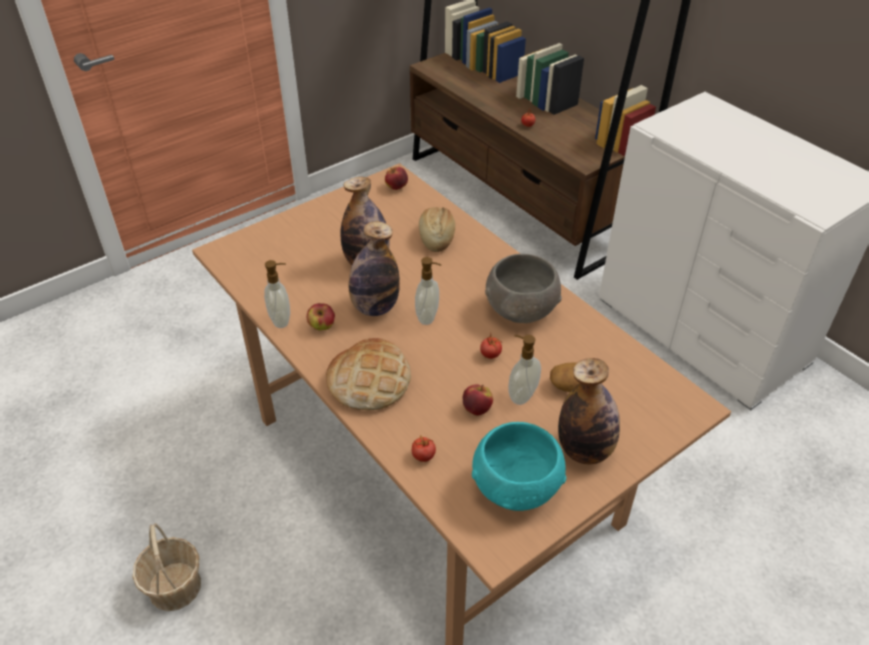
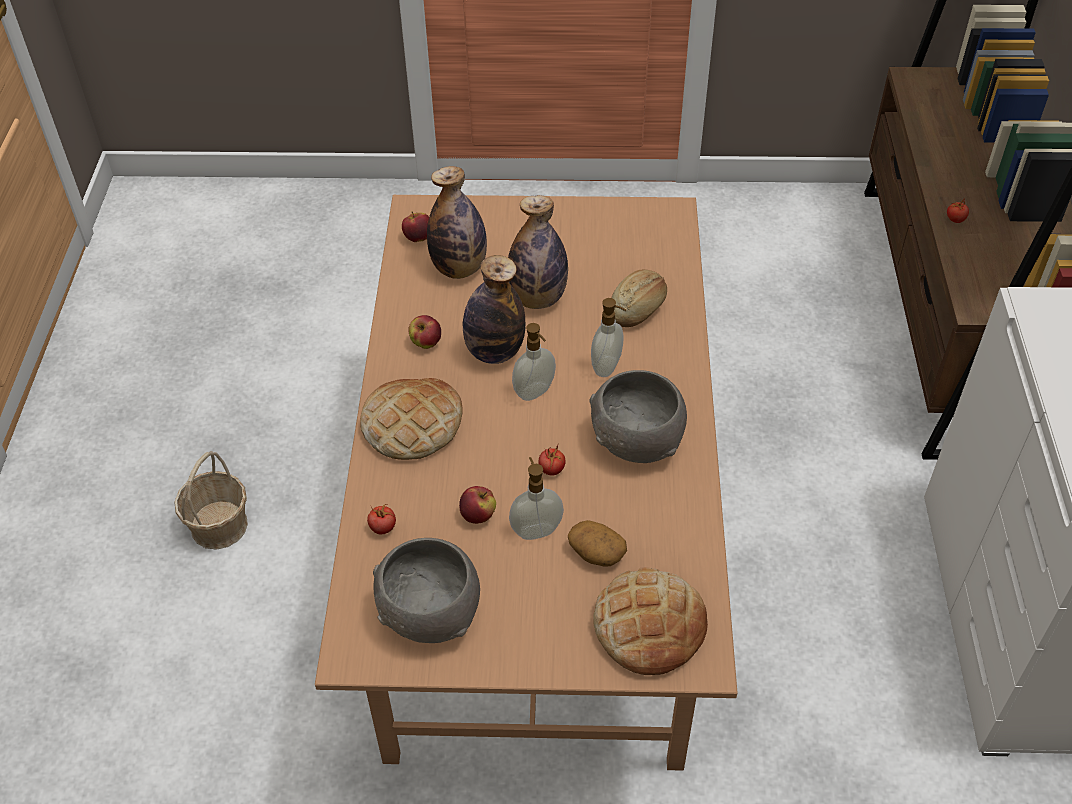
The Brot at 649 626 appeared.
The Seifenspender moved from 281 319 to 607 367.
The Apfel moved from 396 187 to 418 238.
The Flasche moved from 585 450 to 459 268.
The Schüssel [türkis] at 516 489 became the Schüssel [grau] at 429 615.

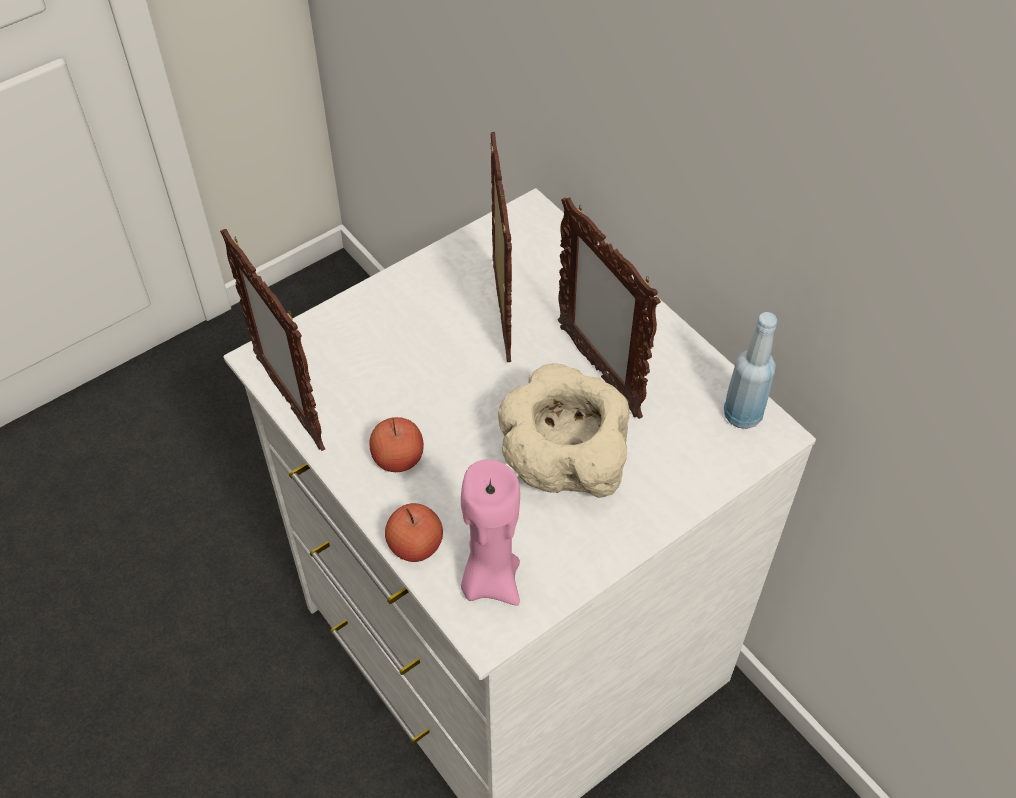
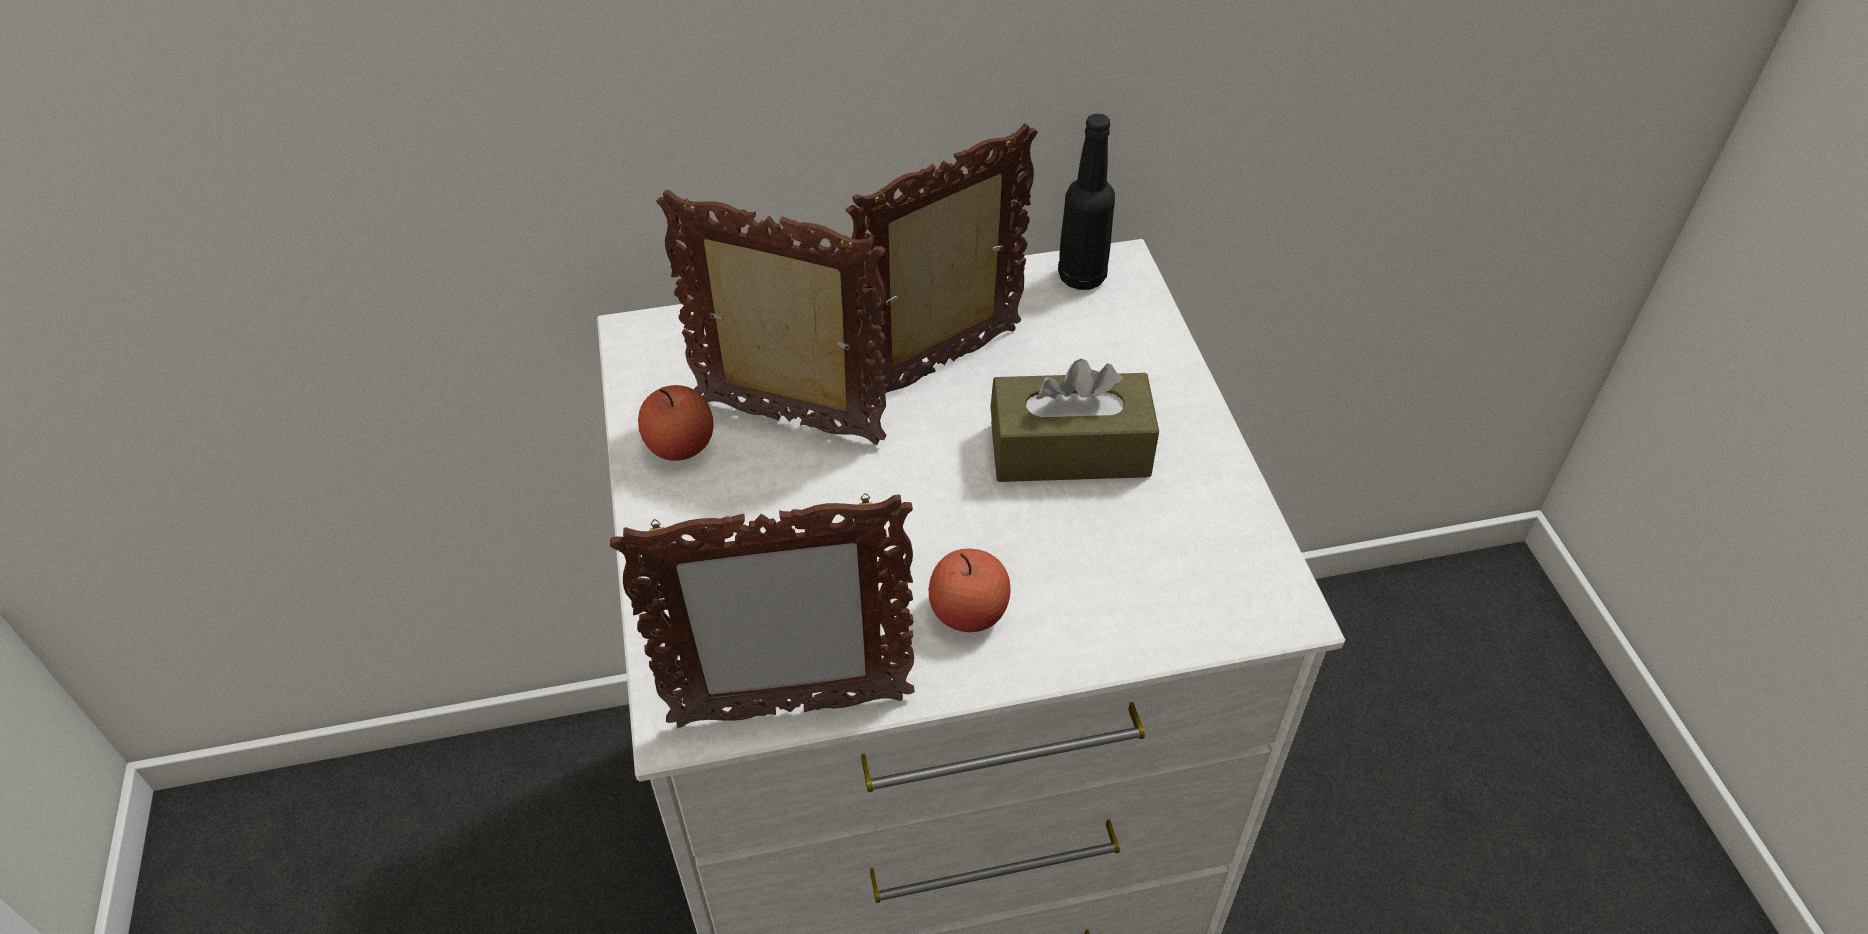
The Kerze [rosa] at 490 579 disappeared.
The Apfel moved from 415 545 to 680 445.
The Schüssel [beige] at 563 465 was replaced by the Taschentuchbox [braun] at 1069 450.
The Flasche [blau] at 742 415 became the Flasche [schwarz] at 1082 277.
The Bilderrahmen at 598 370 turned 150 degrees clockwise.

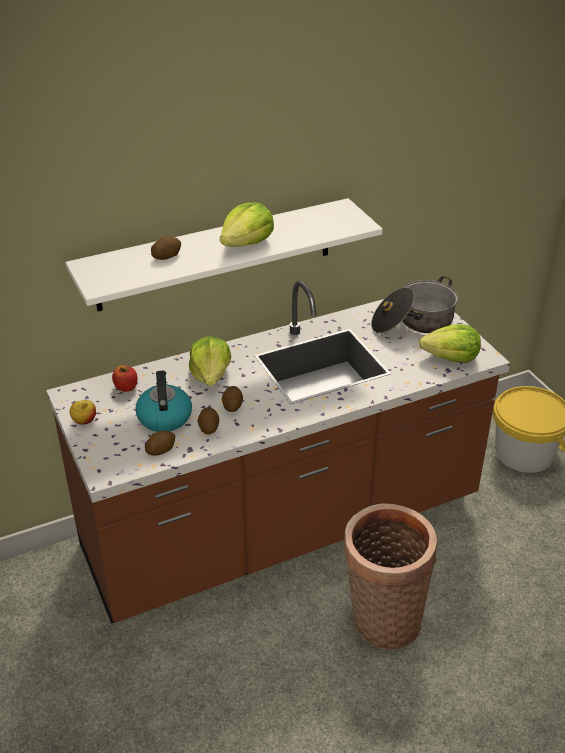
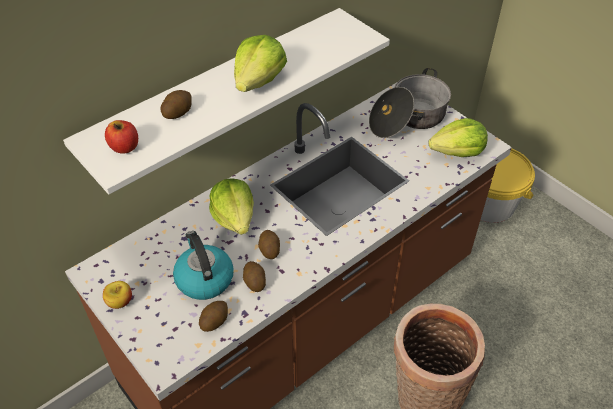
The Apfel moved from 126 387 to 124 147.

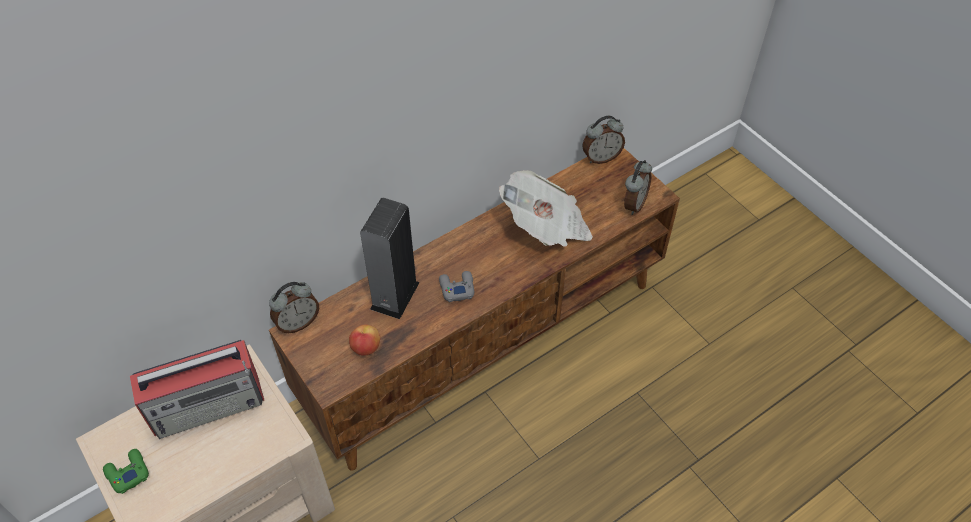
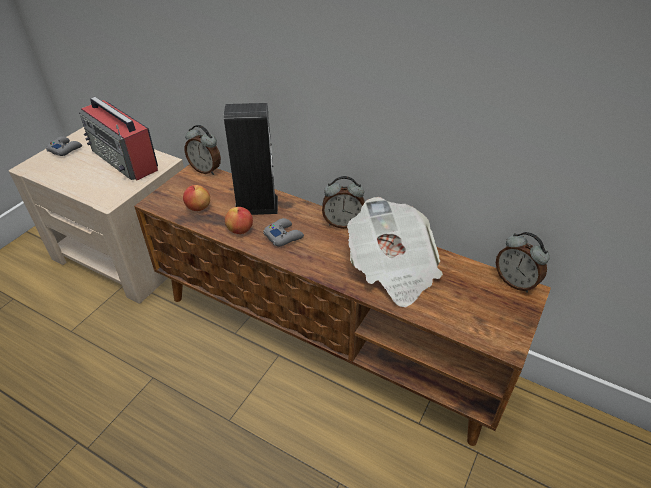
The Apfel at 240 230 appeared.
The Wecker moved from 633 204 to 343 223.
The Gamepad [grün] at 127 473 became the Gamepad [grau] at 65 149.

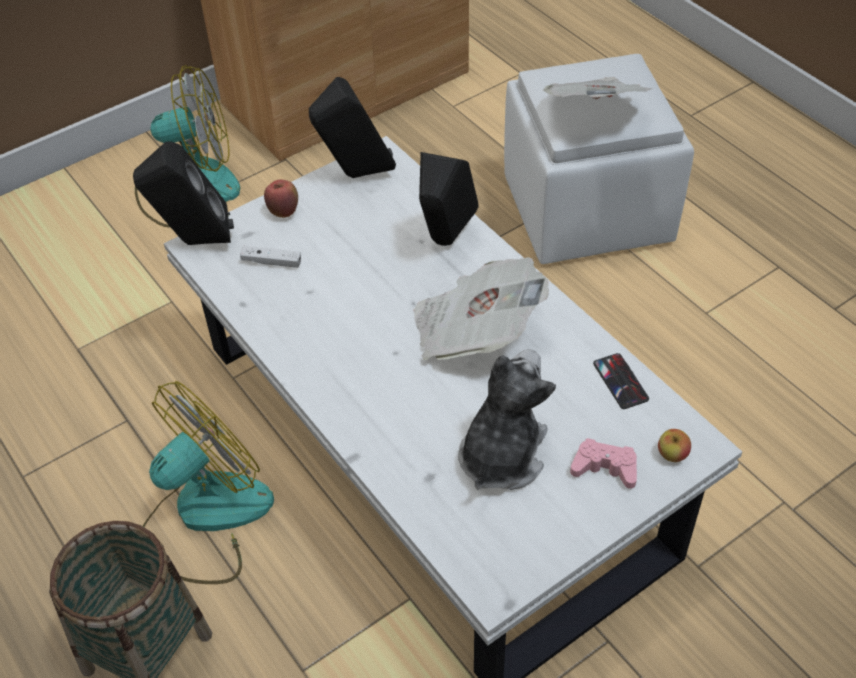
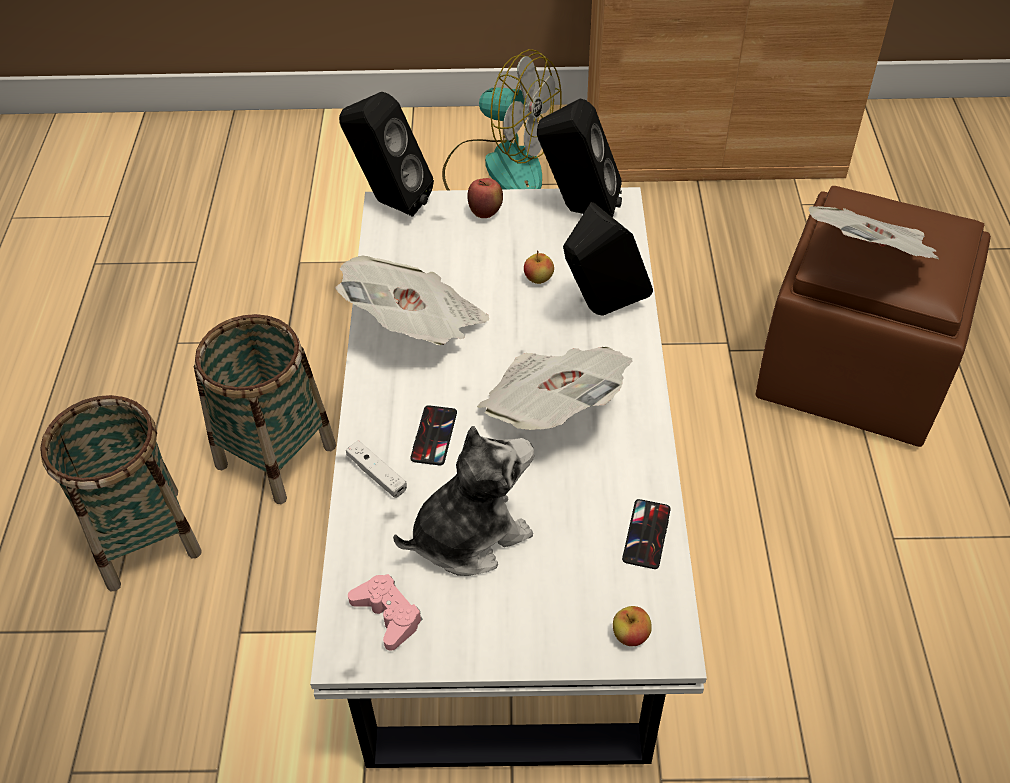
The Zeitung at 417 326 appeared.
The Handy at 434 435 appeared.
The Apfel at 538 279 appeared.
The Gamepad [weiß] moved from 271 262 to 377 474.
The Gamepad [rosa] moved from 605 468 to 388 614.
The Ventilator at 205 517 was replaced by the Korb at 276 455.
The Polsterhocker [weiß] at 588 208 became the Polsterhocker [braun] at 855 368.

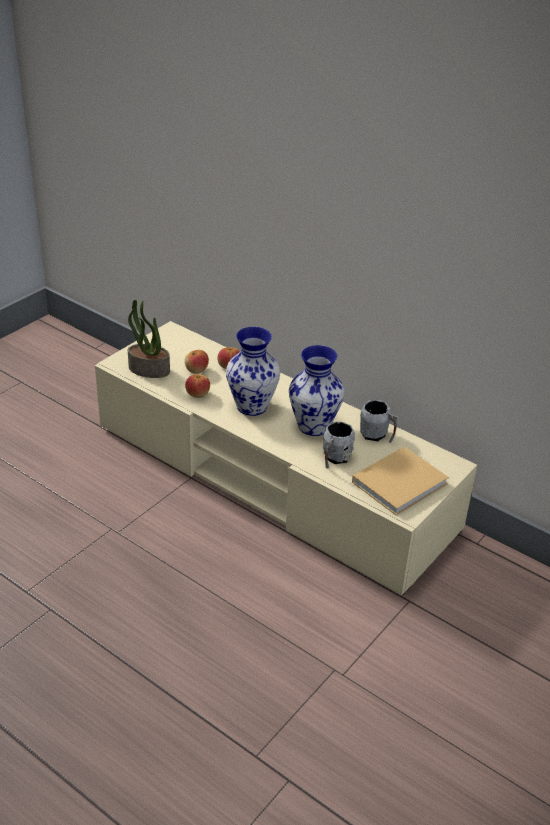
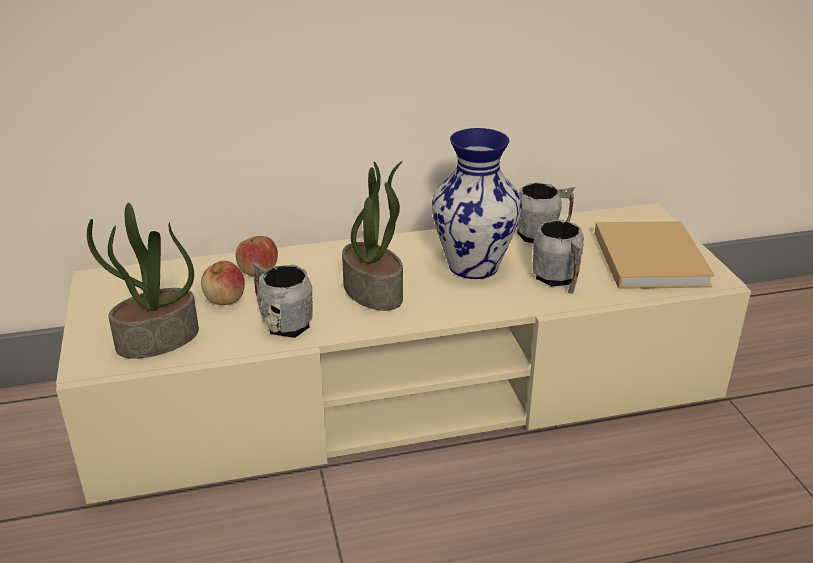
The Apfel at 197 394 was replaced by the Henkelbecher [grau] at 282 322.
The Vase at 252 407 was replaced by the Topfpflanze at 374 292.

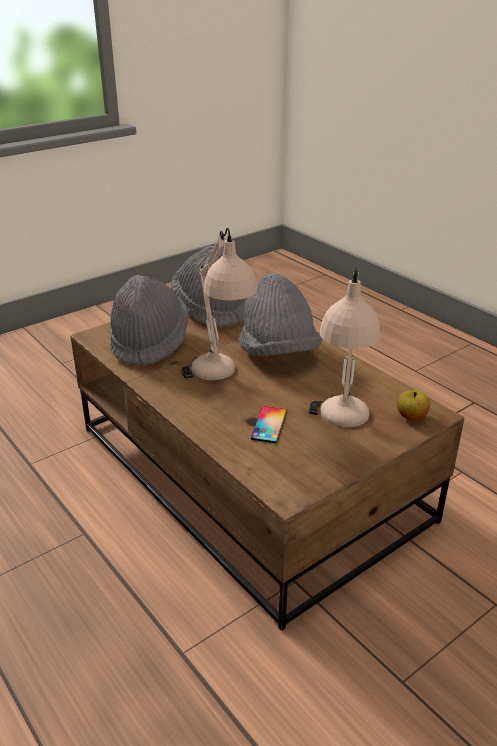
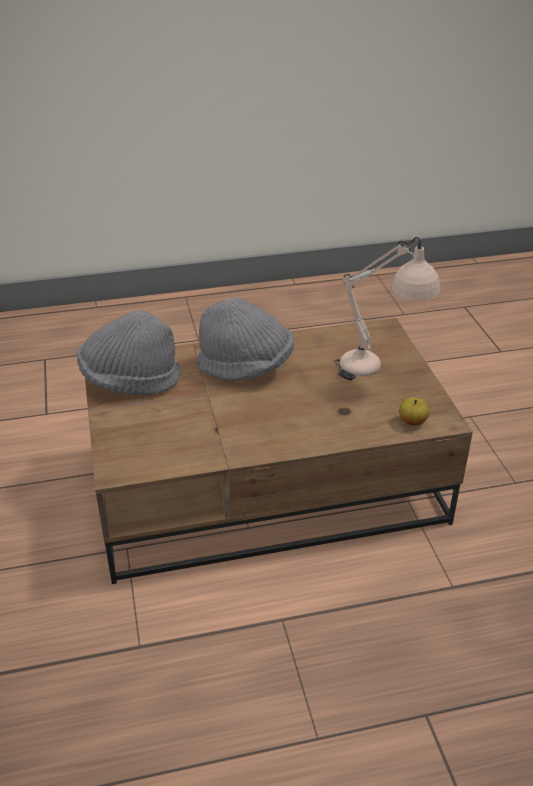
The Hut [grau] at 149 342 disappeared.
The Tischlampe [beige] at 220 381 disappeared.
The Handy at 269 425 disappeared.
The Apfel moved from 411 417 to 412 421.

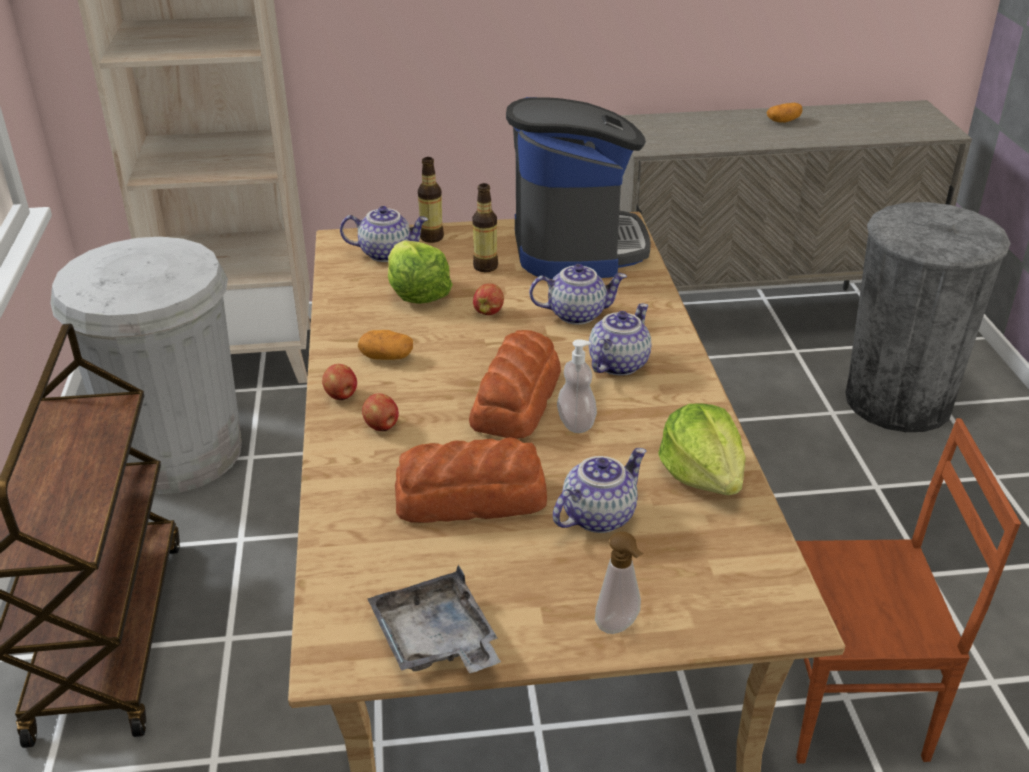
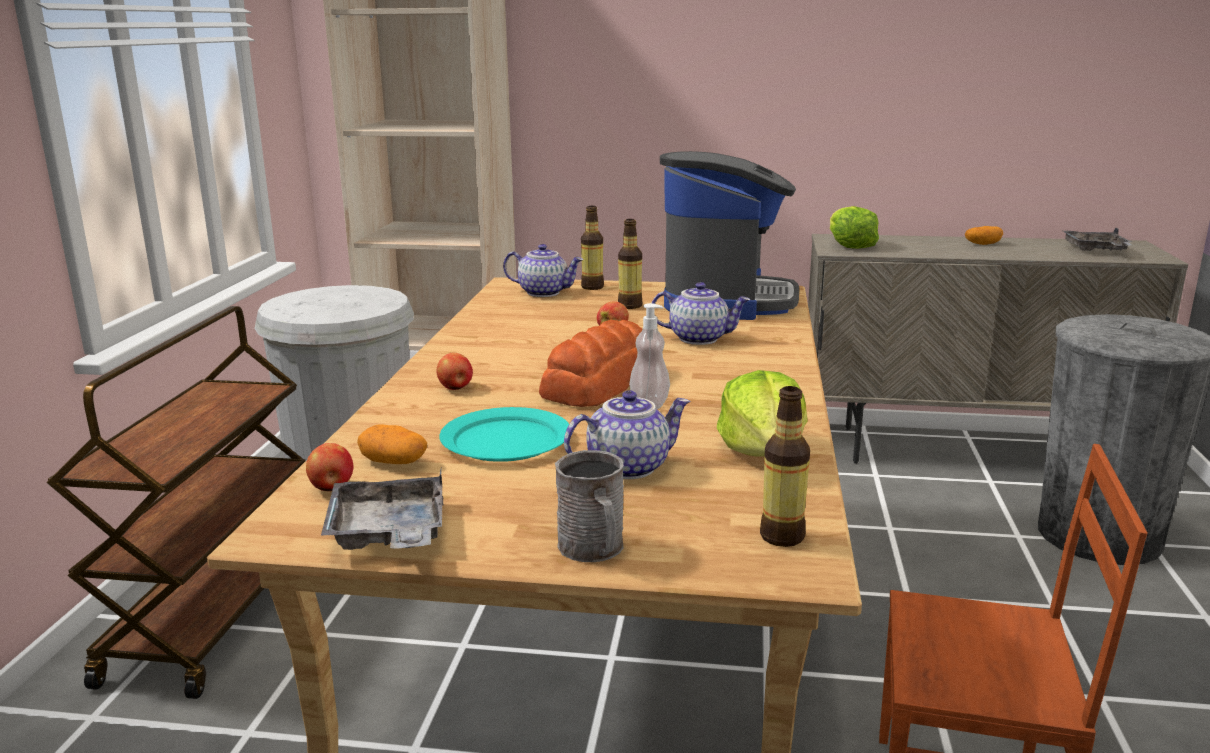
The Teekanne at 617 363 disappeared.
The Flasche at 782 536 appeared.
The Tablett [grau] at 1095 250 appeared.
The Apfel moved from 341 396 to 331 488.
The Kartoffel moved from 386 357 to 393 462.
The Salatkopf moved from 417 292 to 849 245.
The Brot at 472 497 was replaced by the Teller [türkis] at 506 441.
The Seifenspender at 619 627 was replaced by the Henkelbecher [grau] at 594 550.

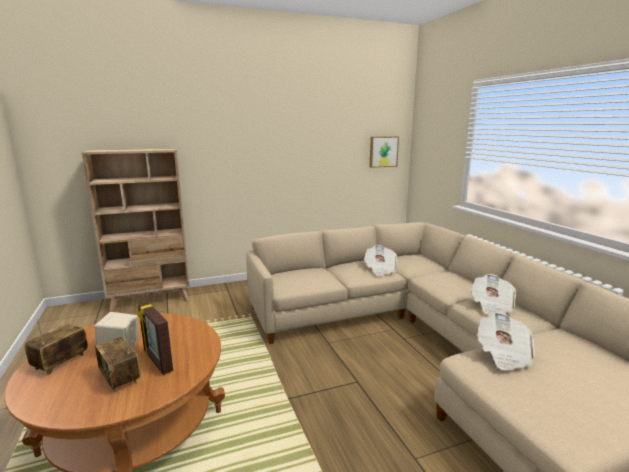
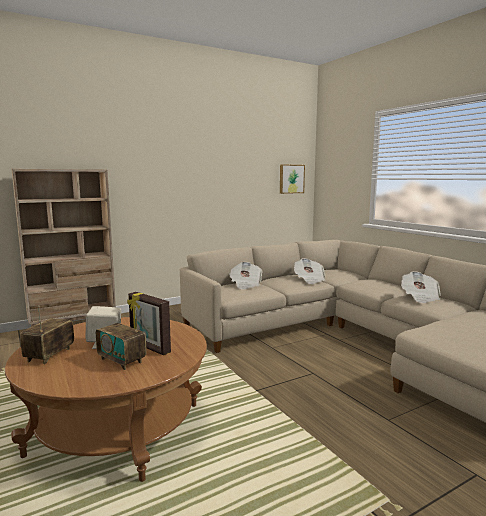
The Zeitung moved from 503 354 to 245 285.

